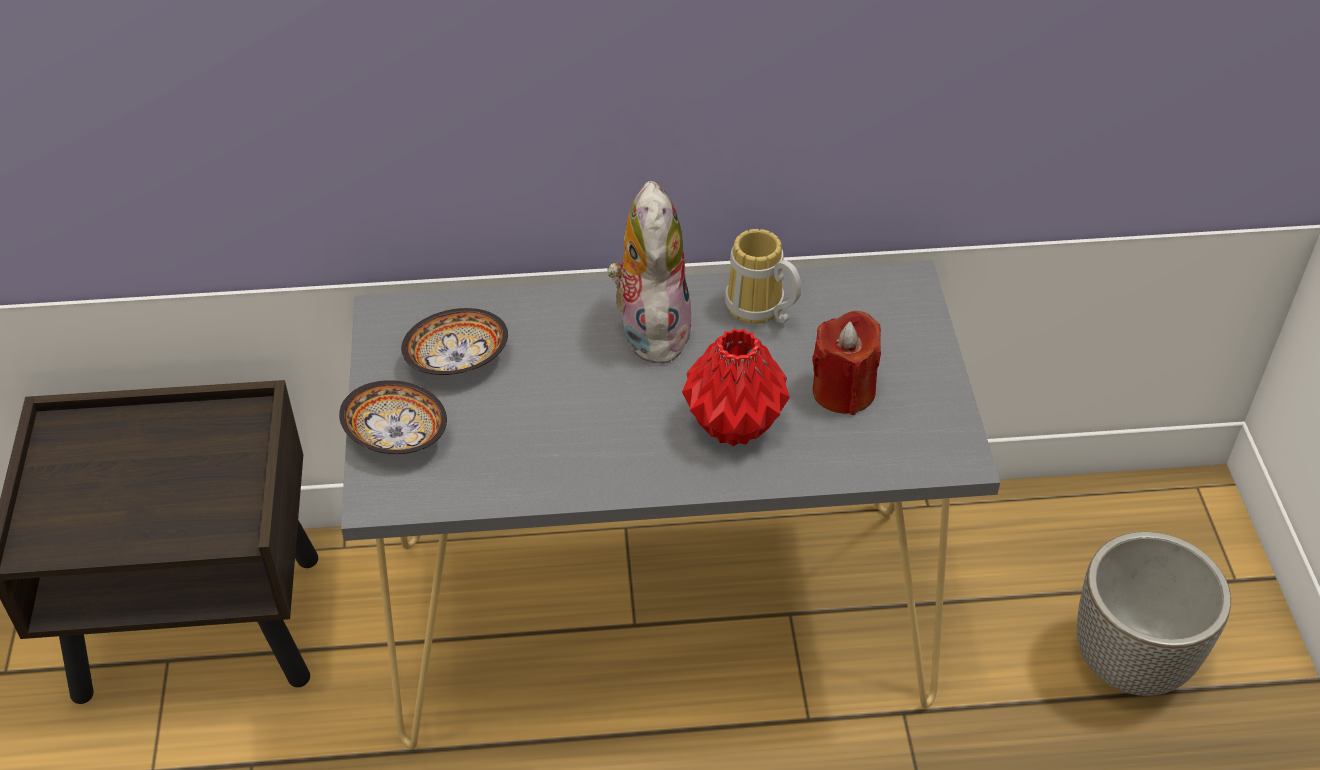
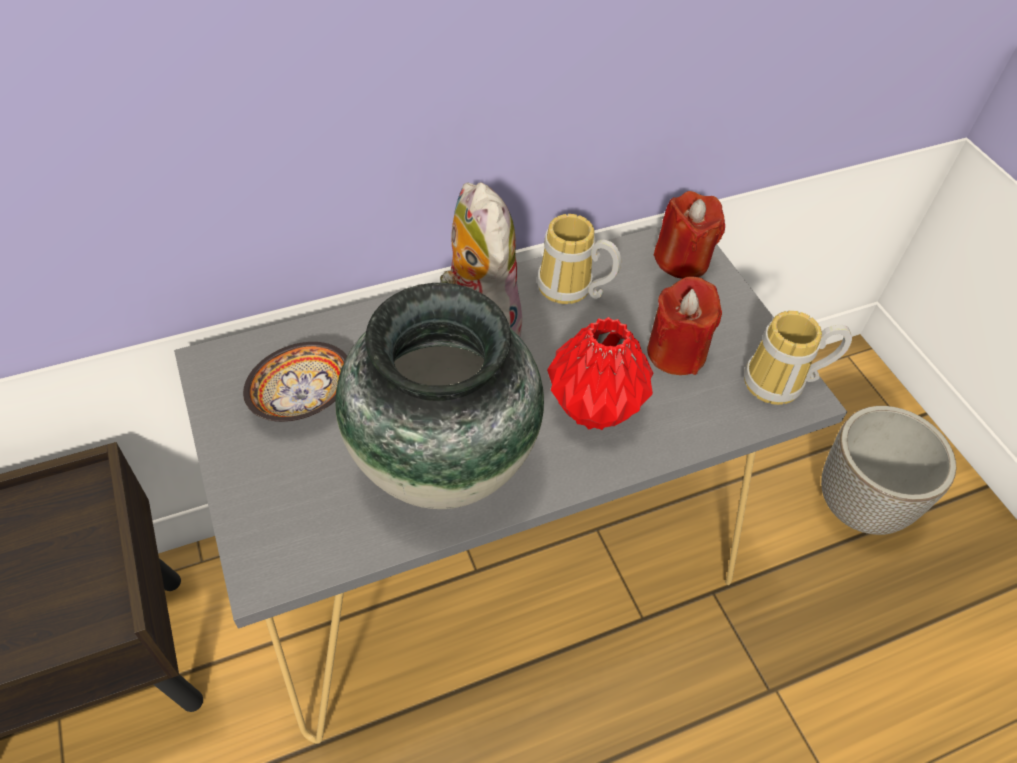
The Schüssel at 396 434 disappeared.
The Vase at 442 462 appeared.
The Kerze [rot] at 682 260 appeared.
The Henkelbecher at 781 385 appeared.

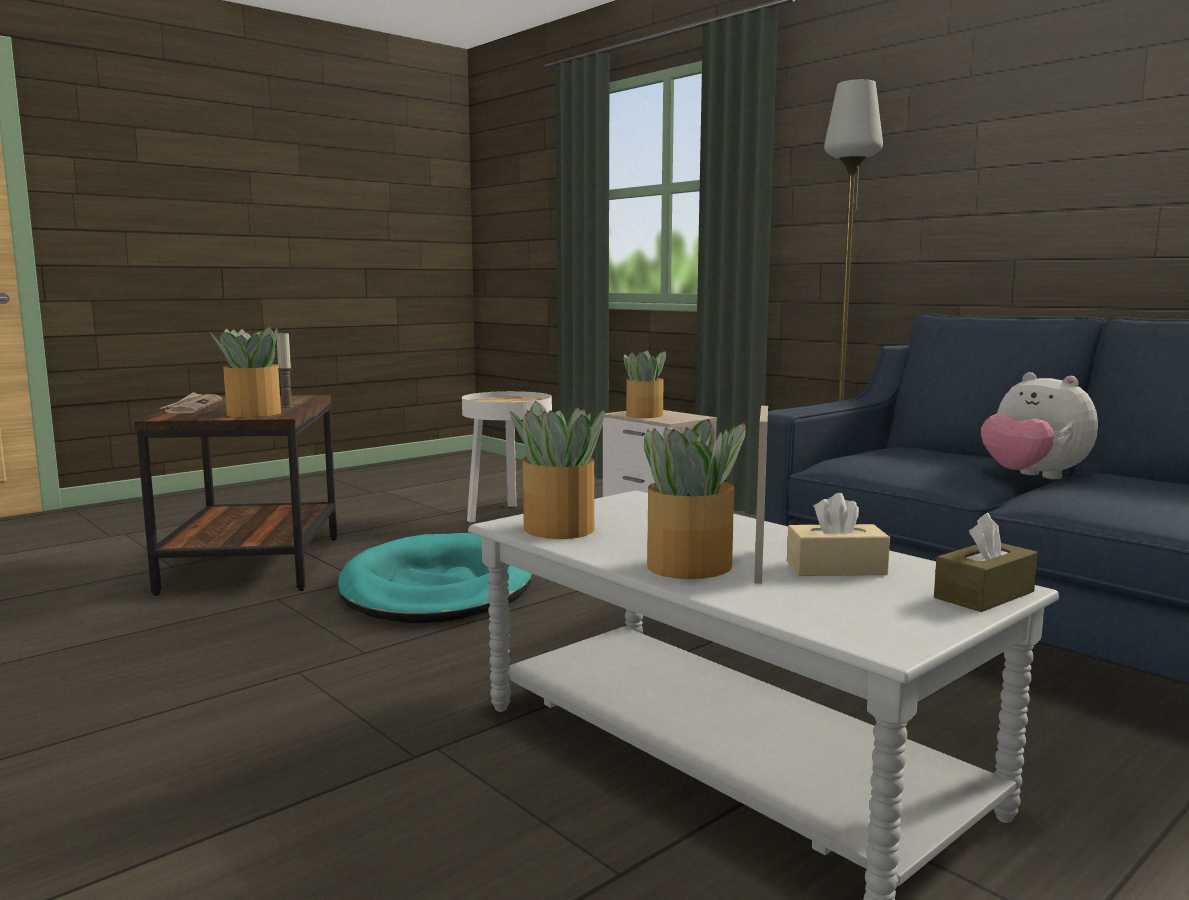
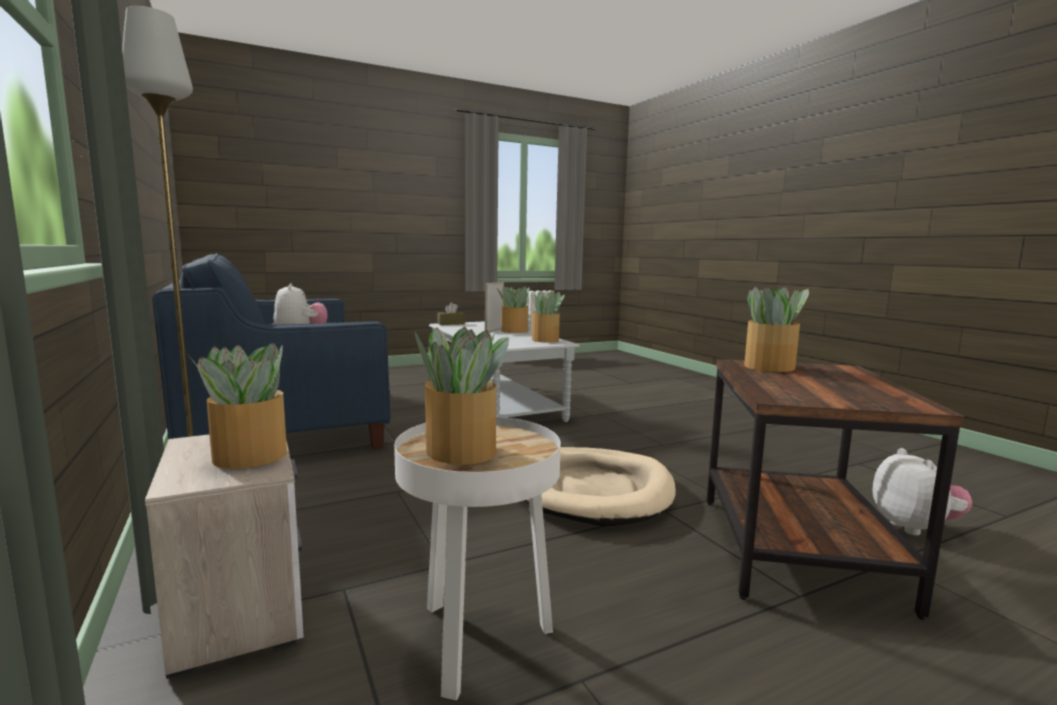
The Zeitung at 192 406 disappeared.
The Kerze at 287 406 disappeared.
The Taschentuchbox [beige] at 836 568 disappeared.
The Topfpflanze at 460 450 appeared.
The Plüschtier at 914 527 appeared.
The Hundebett [türkis] at 437 588 became the Hundebett [beige] at 595 491.

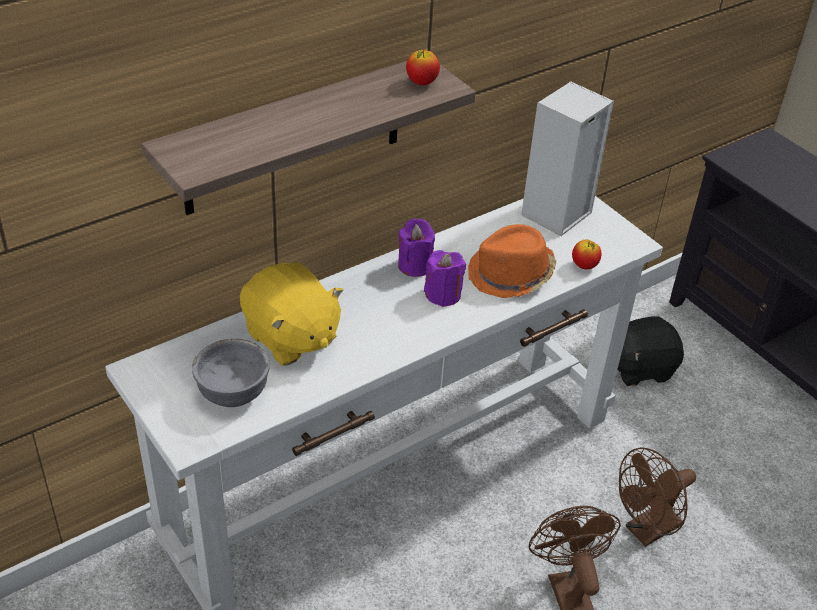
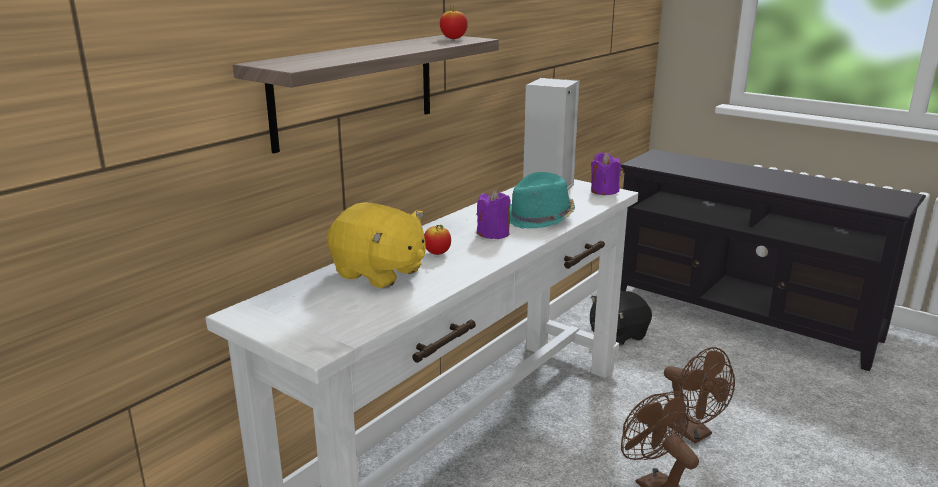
The Schüssel [grau] at 233 392 disappeared.
The Kerze [lila] moved from 415 265 to 604 191.
The Apfel moved from 584 266 to 437 253.
The Hut [orange] at 511 275 became the Hut [türkis] at 539 218.
The Ventilator [braun] at 647 531 turned 75 degrees counterclockwise.

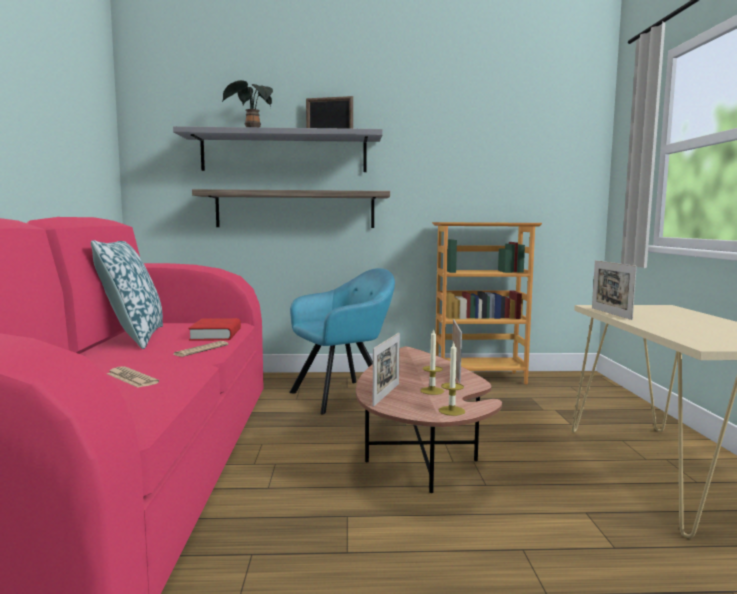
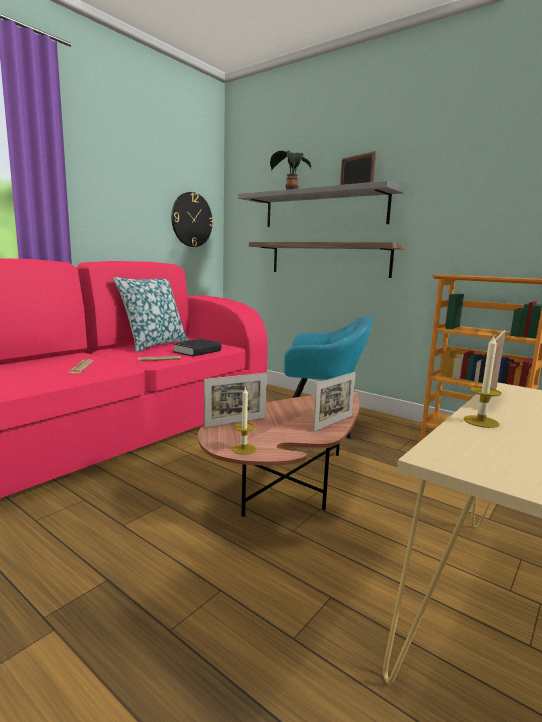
The Wanduhr at 192 220 appeared.
The Kerze moved from 432 391 to 481 421.
The Buch [rot] at 216 335 became the Buch [schwarz] at 197 351.

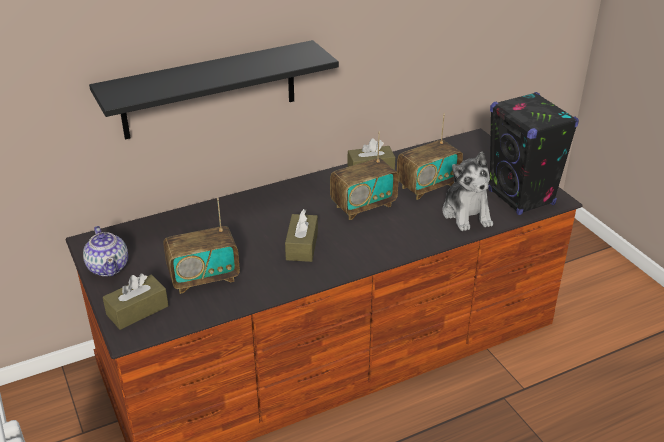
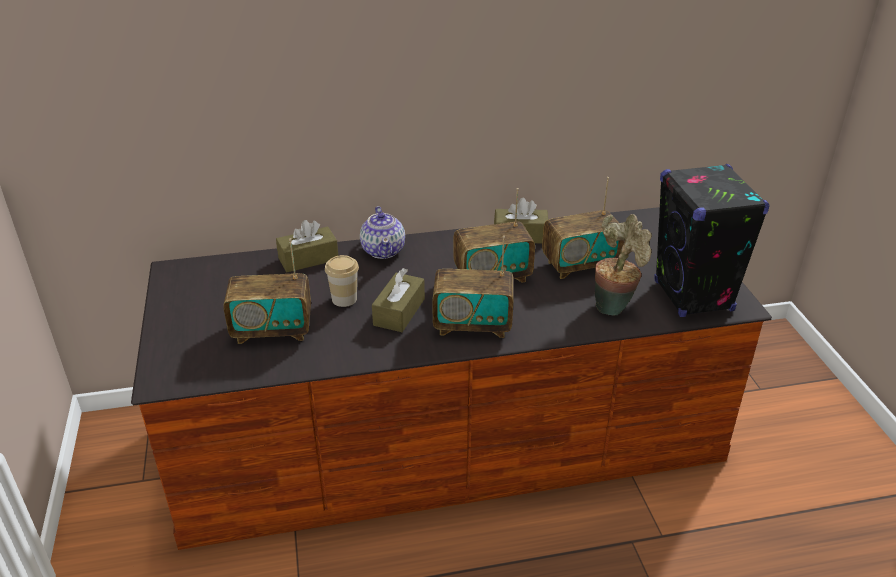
The Wandregal [schwarz] at 209 90 disappeared.
The Tasse at 344 299 appeared.
The Radio at 472 325 appeared.
The Teekanne moved from 108 267 to 383 250.
The Taschentuchbox [braun] moved from 137 310 to 308 259.
The Plüschtier at 466 214 was replaced by the Topfpflanze at 614 305.

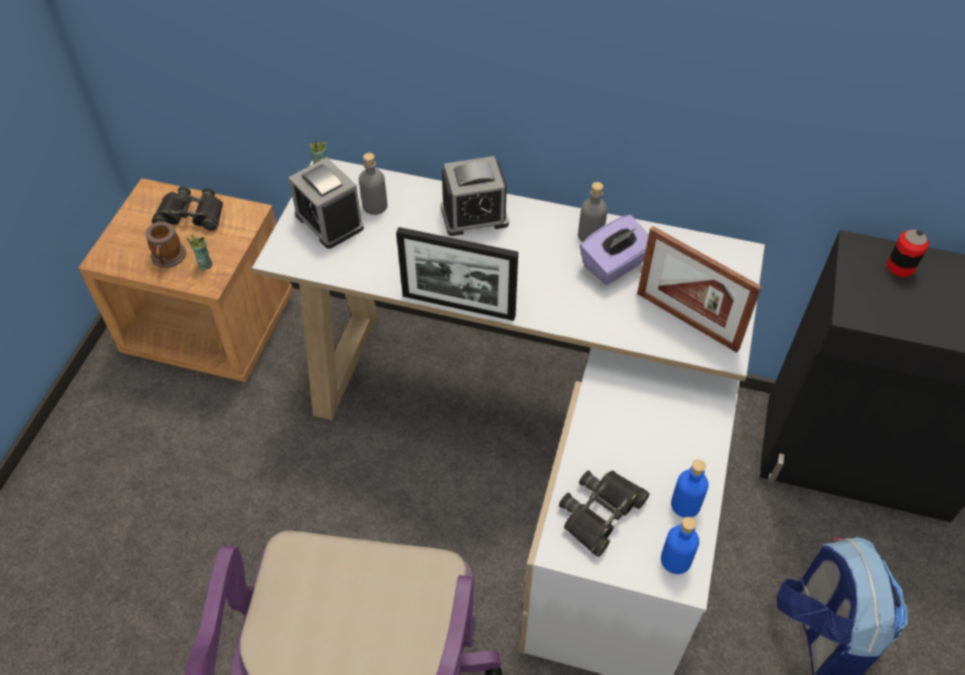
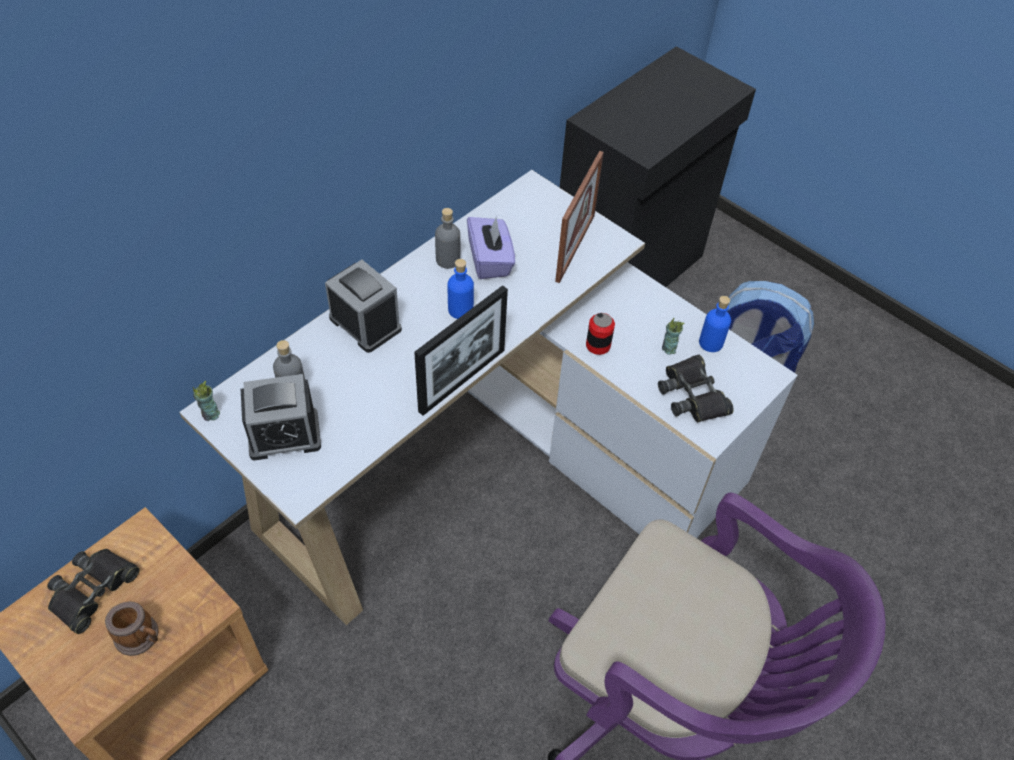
The Tasse moved from 205 265 to 668 348.
The Flasche [blau] moved from 675 560 to 460 310.
The Dose moved from 900 267 to 598 345.
The Wecker at 474 216 turned 60 degrees counterclockwise.
The Bilderrahmen at 687 321 turned 45 degrees counterclockwise.

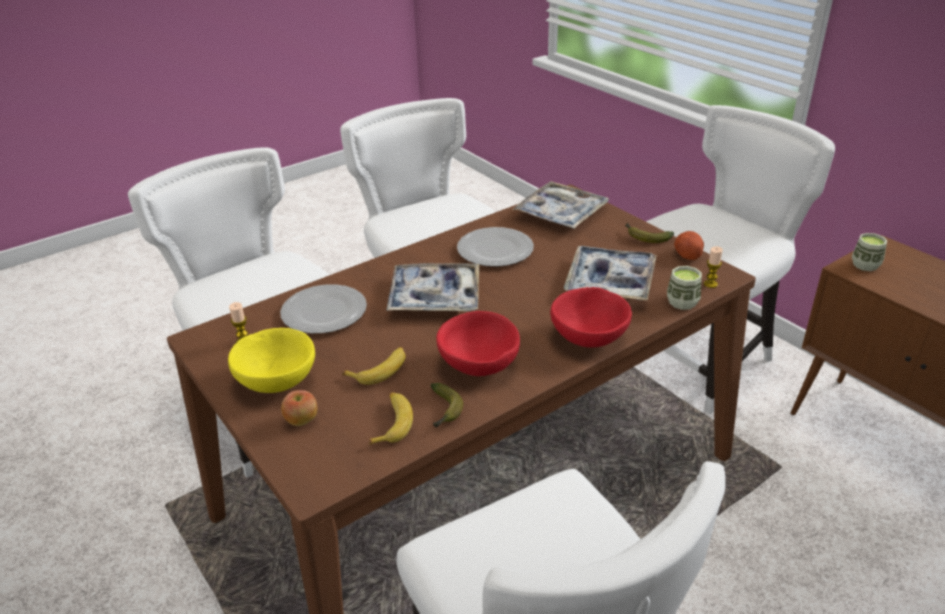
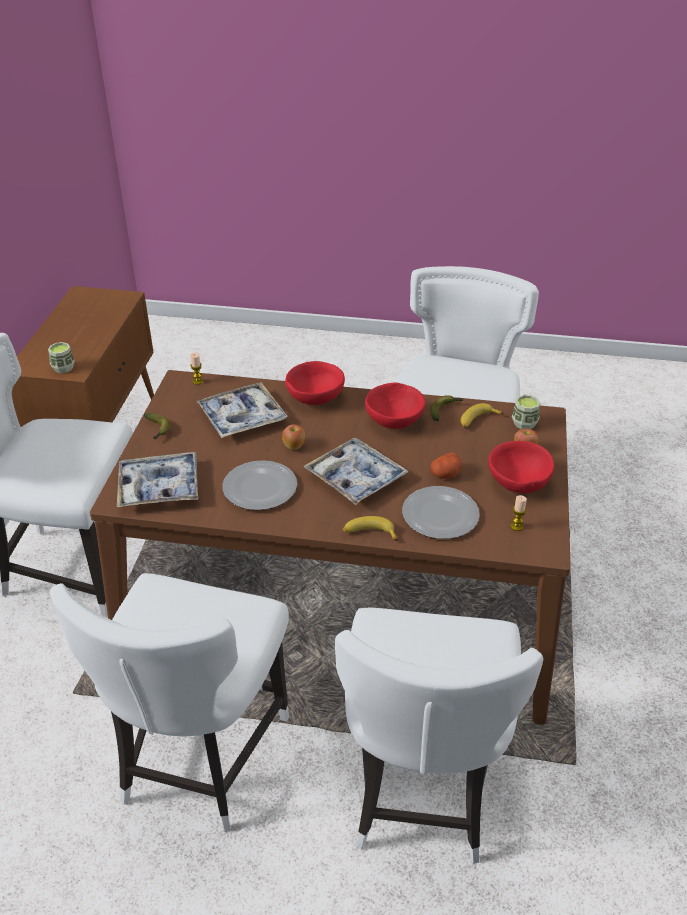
The Apfel at 294 446 appeared.
The Banane moved from 380 370 to 369 533.
The Tasse moved from 682 302 to 524 423.
The Kartoffel moved from 687 254 to 445 474.
The Schüssel [gelb] at 278 380 became the Schüssel [rot] at 517 482.

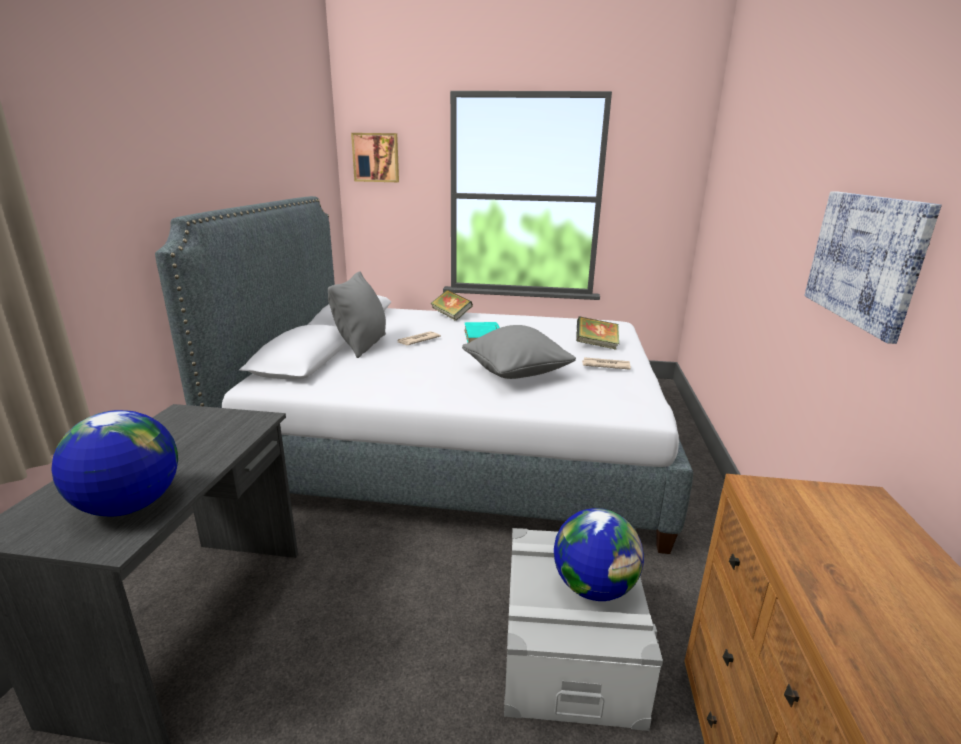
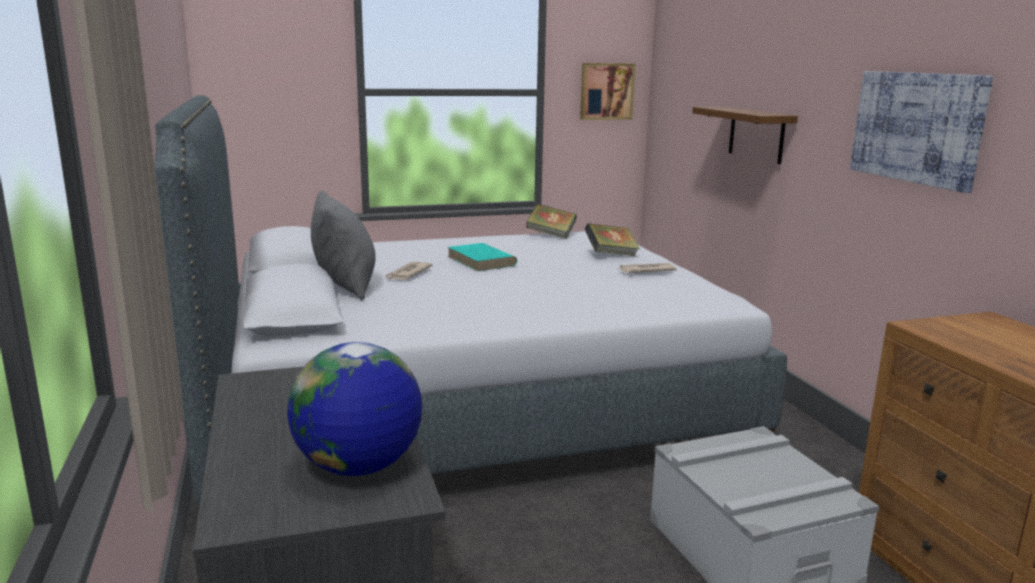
The Kissen [grau] at 516 375 disappeared.
The Globus at 594 587 disappeared.
The Wandregal [braun] at 756 134 appeared.
The Bild moved from 376 157 to 606 91.
The Buch moved from 451 316 to 551 235.

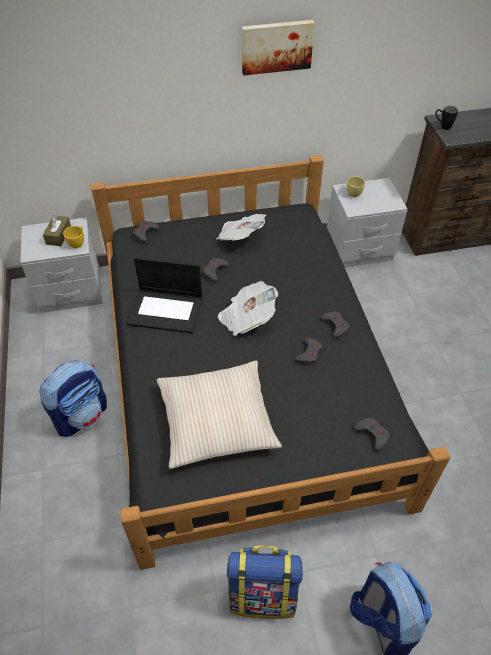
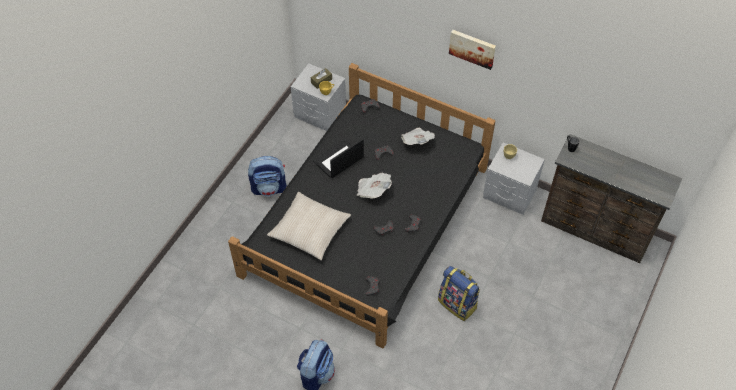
The Rucksack moved from 263 594 to 458 304.
The Laptop at 166 310 turned 90 degrees clockwise.

